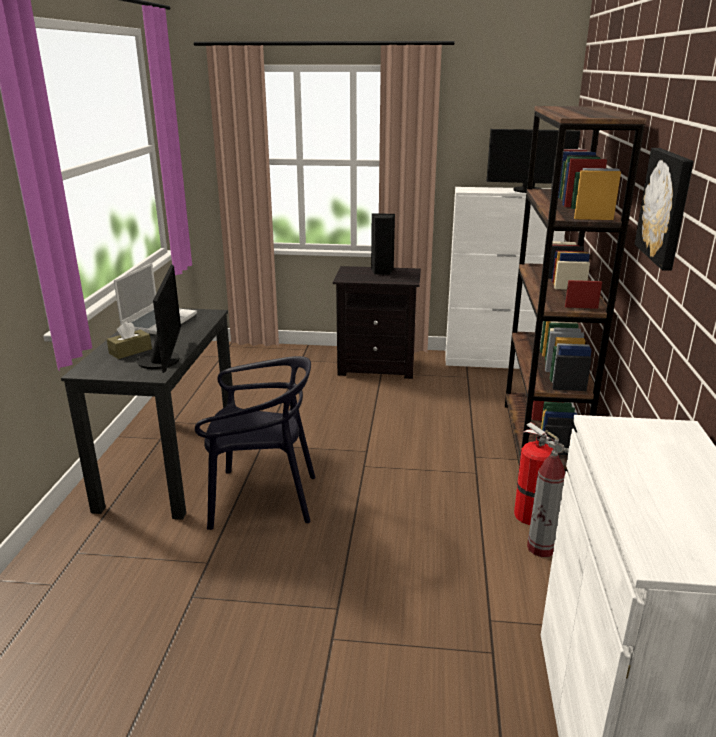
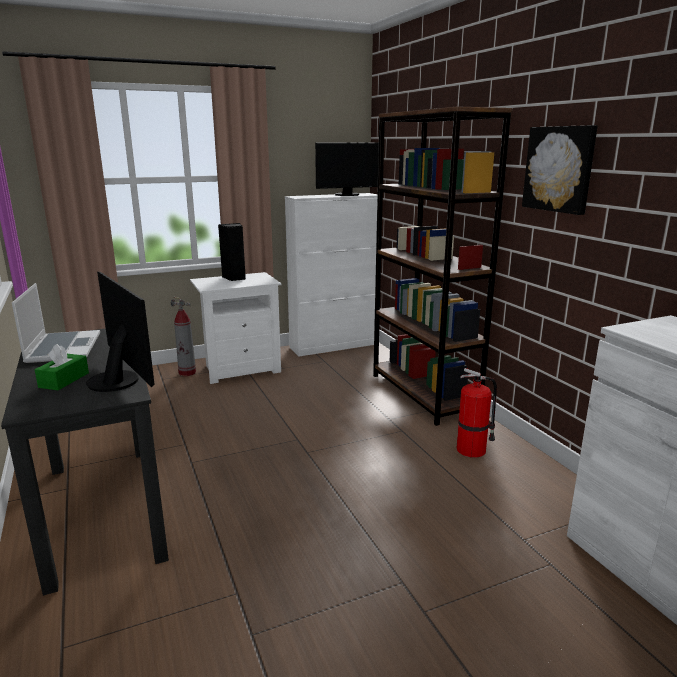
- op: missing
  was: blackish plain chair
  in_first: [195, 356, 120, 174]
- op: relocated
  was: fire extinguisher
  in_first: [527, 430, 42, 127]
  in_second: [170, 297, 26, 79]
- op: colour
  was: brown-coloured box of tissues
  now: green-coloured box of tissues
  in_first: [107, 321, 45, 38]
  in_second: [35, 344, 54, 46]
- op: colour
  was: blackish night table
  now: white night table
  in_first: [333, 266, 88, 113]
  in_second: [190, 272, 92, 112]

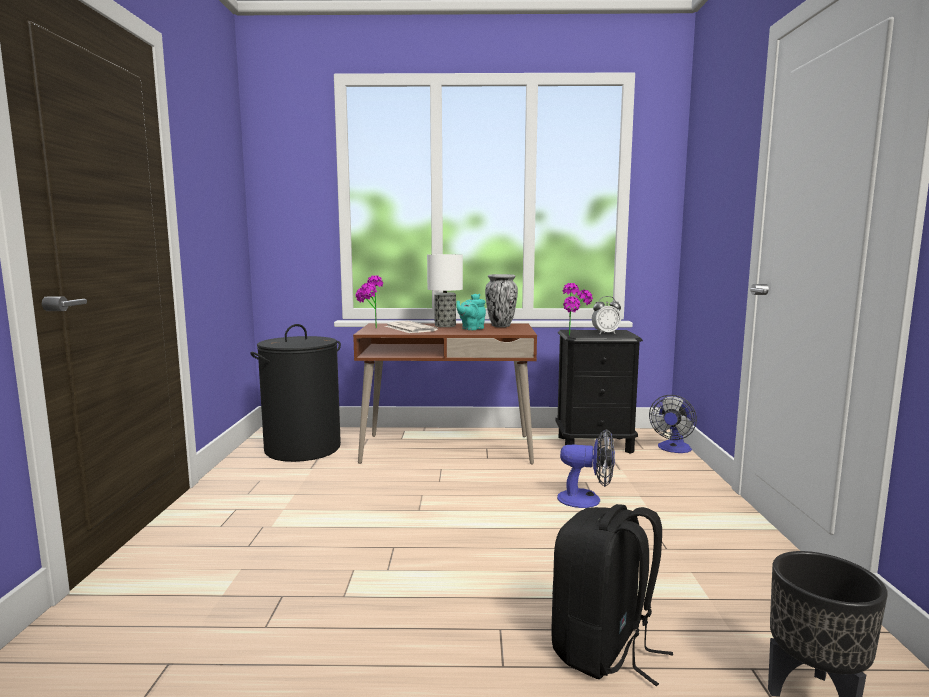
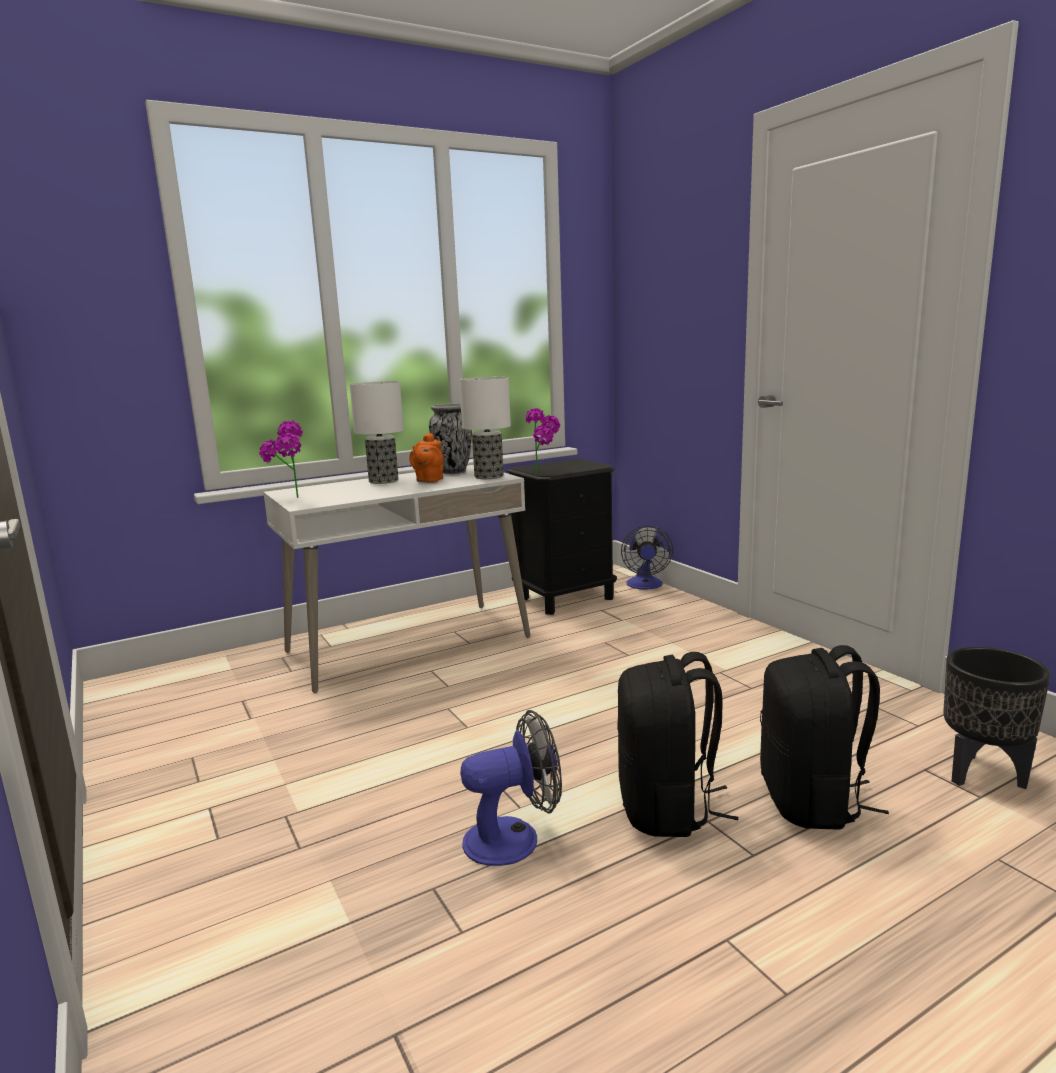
- op: missing
  was: blackish hamper
  in_first: [250, 324, 91, 138]
- op: missing
  was: daily paper
  in_first: [385, 321, 53, 12]
- op: missing
  was: table clock
  in_first: [592, 296, 29, 38]
- op: appeared
  now: tabletop lamp
  in_second: [459, 377, 52, 102]
- op: appeared
  now: blackish knapsack
  in_second: [617, 652, 121, 185]
- op: relocated
  was: electric fan
  in_first: [557, 429, 58, 79]
  in_second: [460, 710, 102, 156]
- op: colour
  was: brown-coloured desk
  now: white desk
  in_first: [353, 323, 184, 142]
  in_second: [263, 465, 267, 228]
- op: colour
  was: turquoise-coloured tea pot
  now: orange tea pot
  in_first: [456, 294, 30, 36]
  in_second: [409, 433, 34, 50]

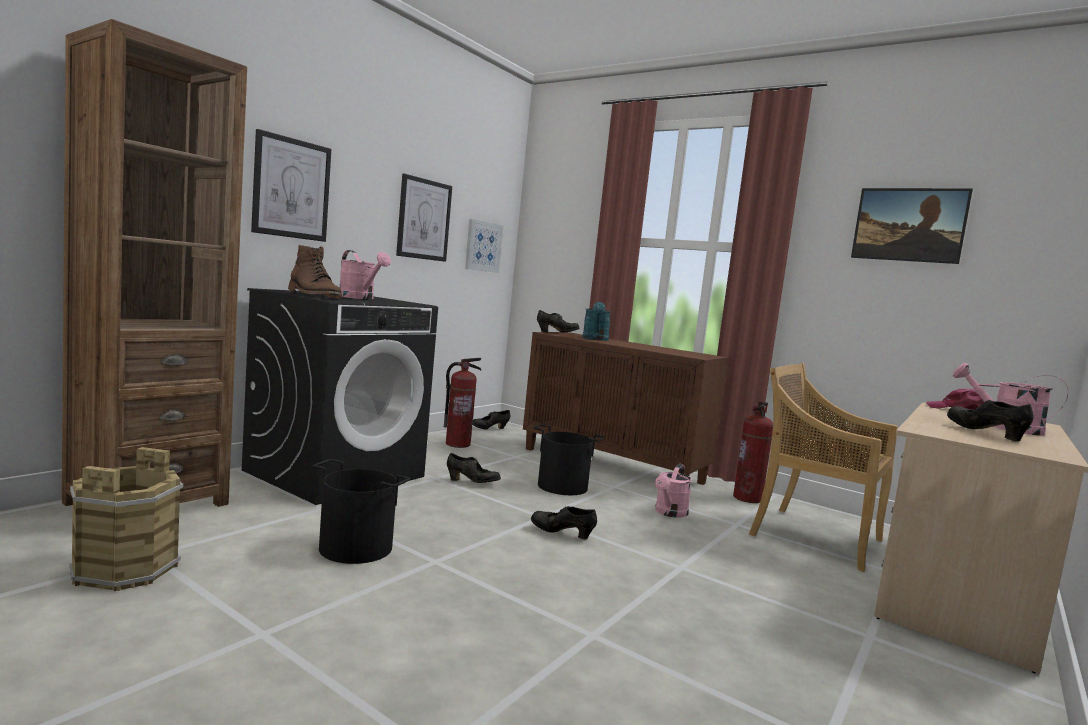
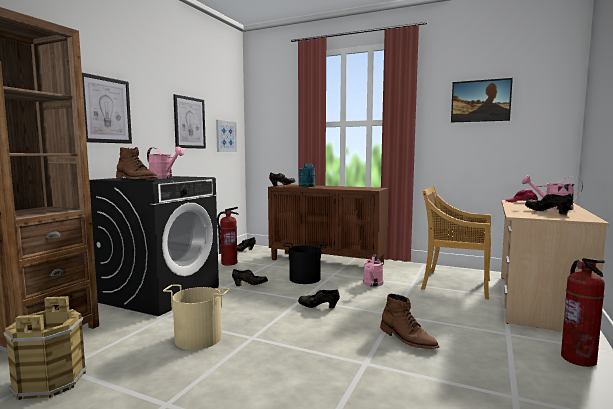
- op: appeared
  now: brown-coloured boot
  in_second: [380, 294, 59, 55]
- op: relocated
  was: fire extinguisher
  in_first: [733, 402, 40, 101]
  in_second: [561, 258, 44, 109]
- op: colour
  was: blackish water bucket
  now: sand-coloured water bucket
  in_first: [313, 459, 97, 105]
  in_second: [163, 284, 67, 66]

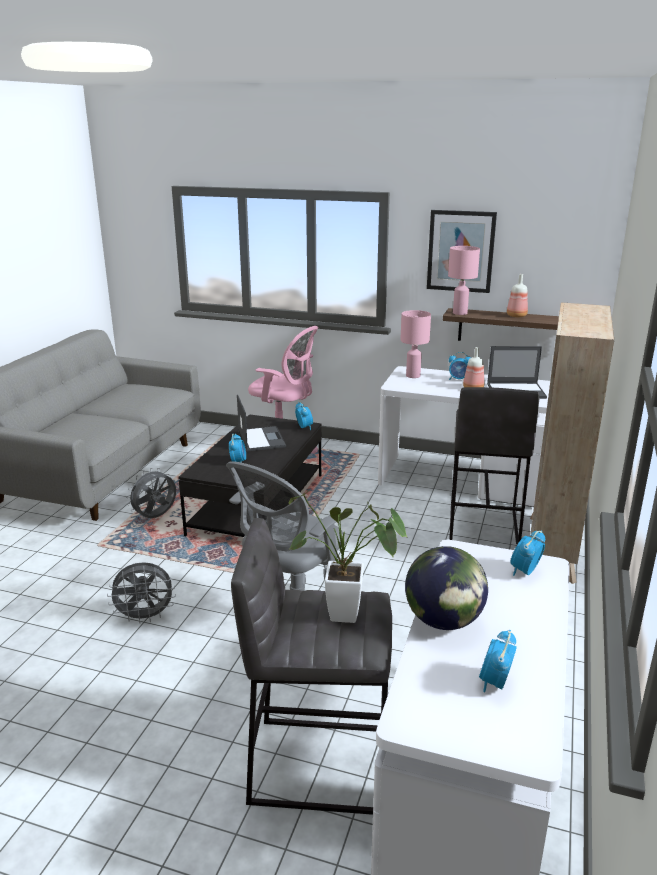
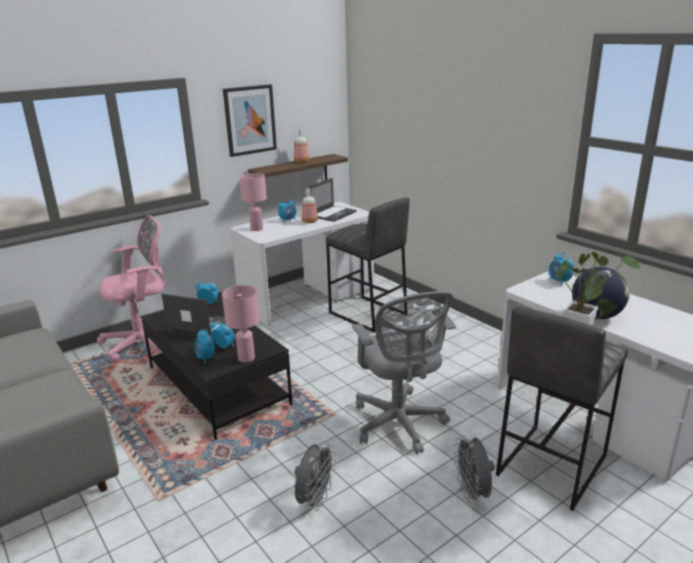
- op: missing
  was: sand-coloured shelving unit
  in_first: [530, 302, 84, 282]
- op: relocated
  was: gray electric fan
  in_first: [126, 468, 50, 50]
  in_second: [454, 436, 41, 67]
- op: relocated
  was: pinkish tabletop lamp
  in_first: [448, 246, 32, 69]
  in_second: [222, 285, 38, 78]
- op: relocated
  was: table clock
  in_first: [479, 629, 38, 63]
  in_second: [195, 329, 20, 35]

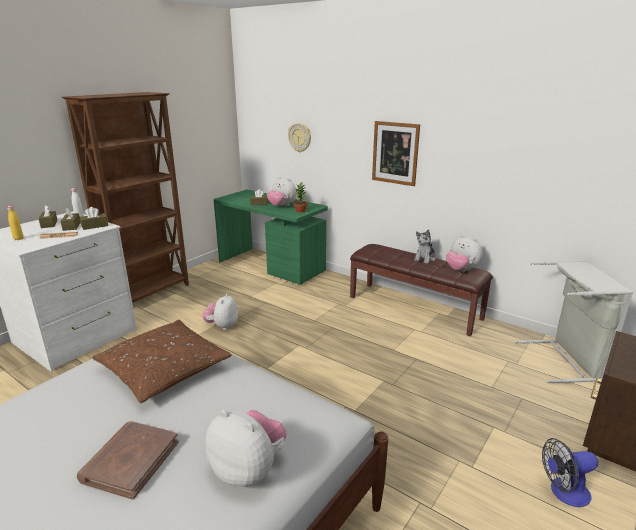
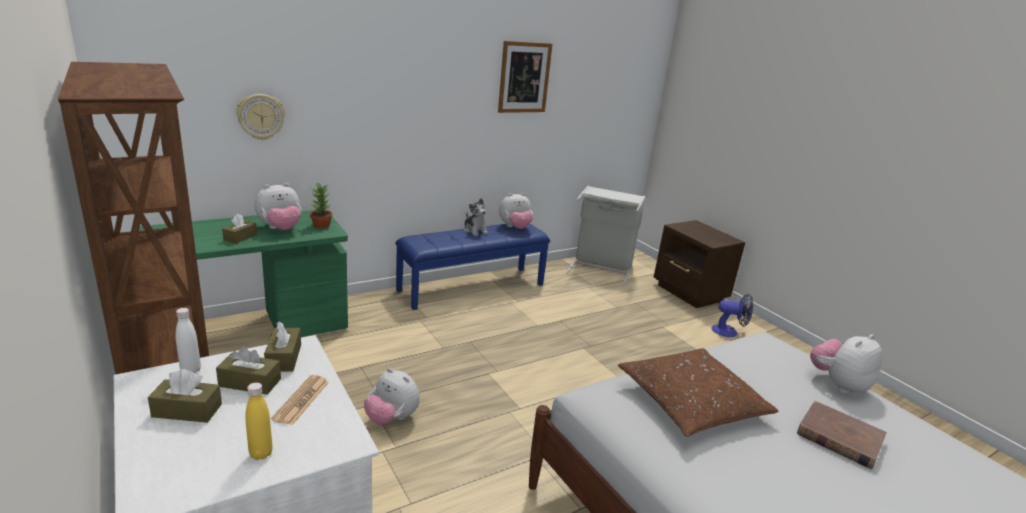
- op: relocated
  was: wall picture
  in_first: [372, 121, 48, 65]
  in_second: [498, 41, 54, 72]
- op: colour
  was: brown-coloured long seat
  now: bluish long seat
  in_first: [350, 244, 143, 92]
  in_second: [396, 224, 154, 86]
- op: spun
  was: electric fan
  in_first: [542, 438, 56, 69]
  in_second: [712, 294, 41, 43]
  clockwise: -90

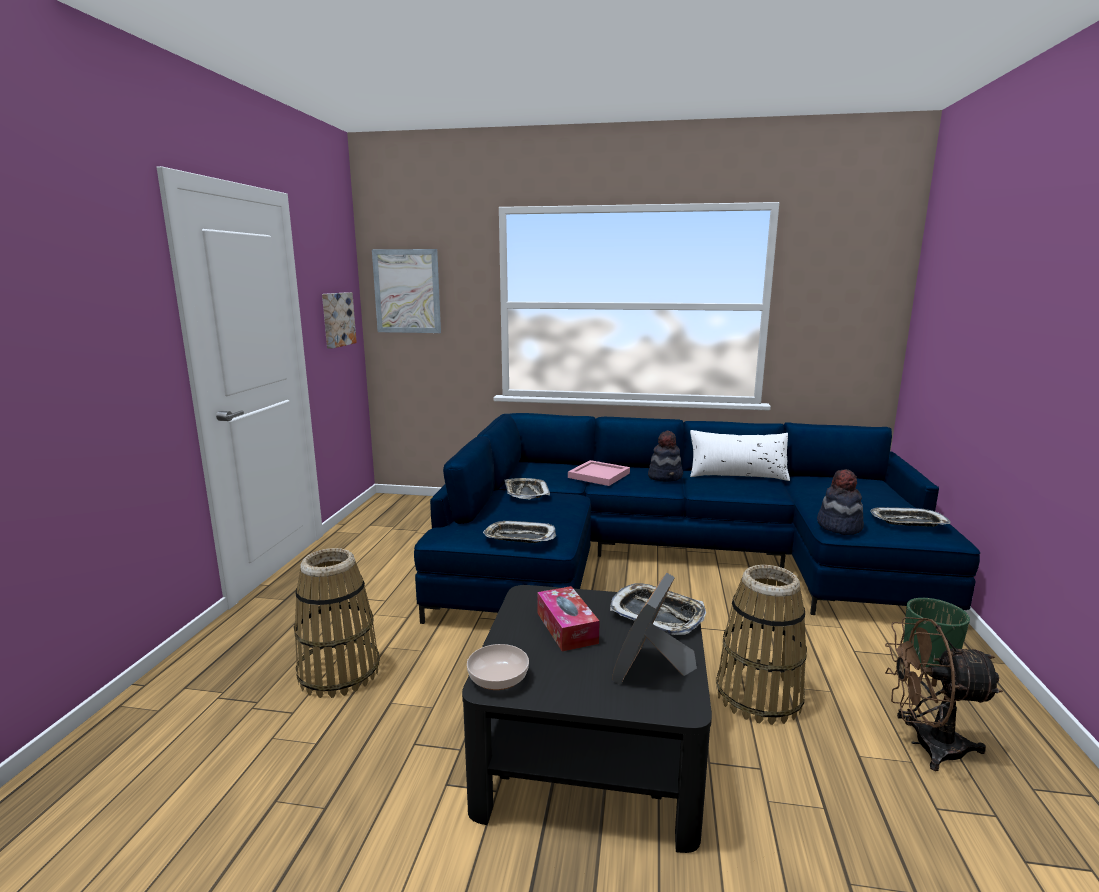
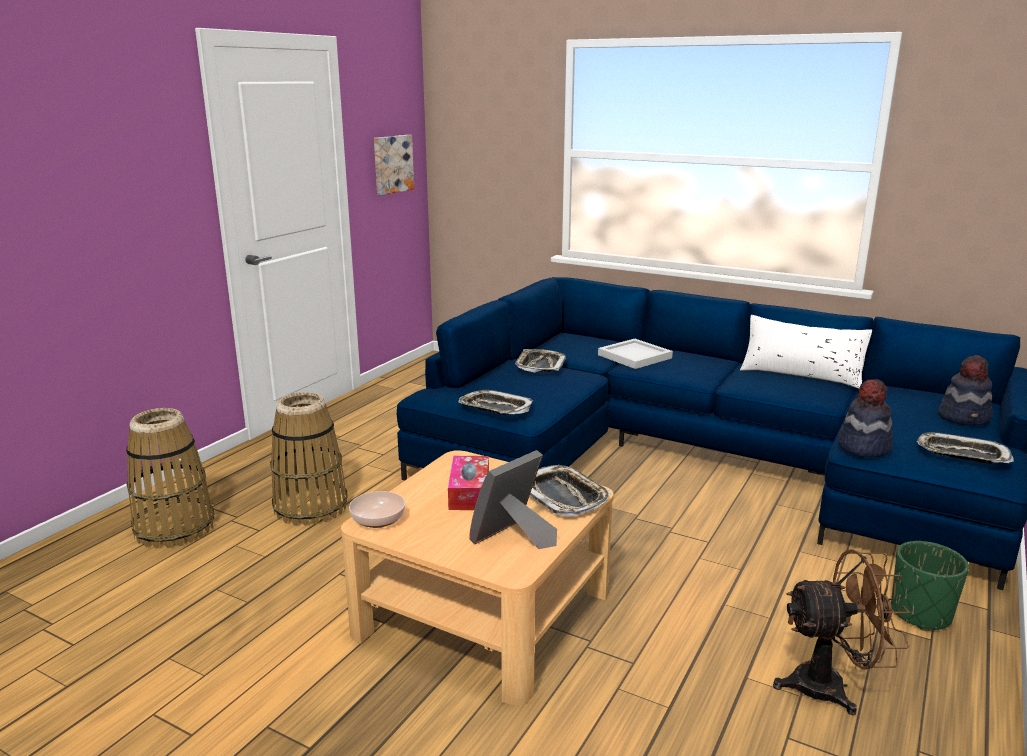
- op: missing
  was: wall picture
  in_first: [372, 249, 69, 84]
- op: relocated
  was: clothing hat
  in_first: [648, 431, 35, 51]
  in_second: [938, 355, 55, 71]
- op: relocated
  was: storage basket
  in_first: [716, 565, 91, 160]
  in_second: [126, 408, 89, 141]
- op: colour
  was: blackish lounge table
  now: sand-coloured lounge table
  in_first: [462, 585, 250, 268]
  in_second: [341, 450, 273, 256]
- op: colour
  was: pinkish serving tray
  now: white serving tray
  in_first: [568, 460, 62, 26]
  in_second: [598, 339, 75, 30]
- op: spun
  was: brown-coloured electric fan
  in_first: [885, 617, 118, 154]
  in_second: [773, 549, 138, 166]
  clockwise: 150

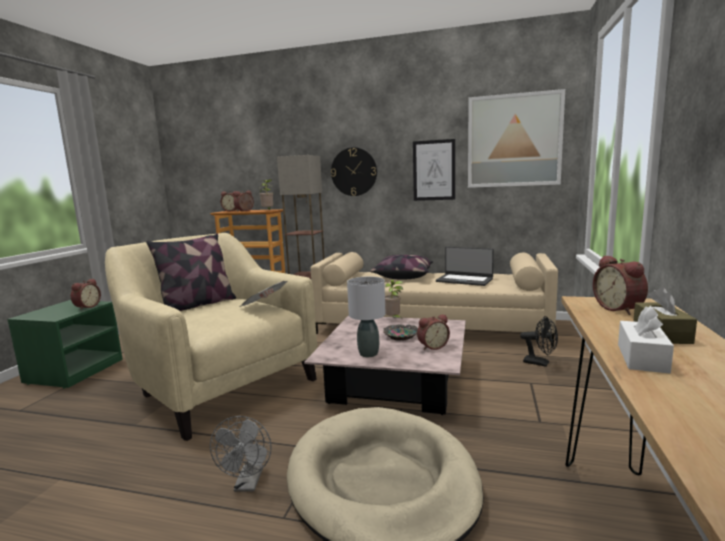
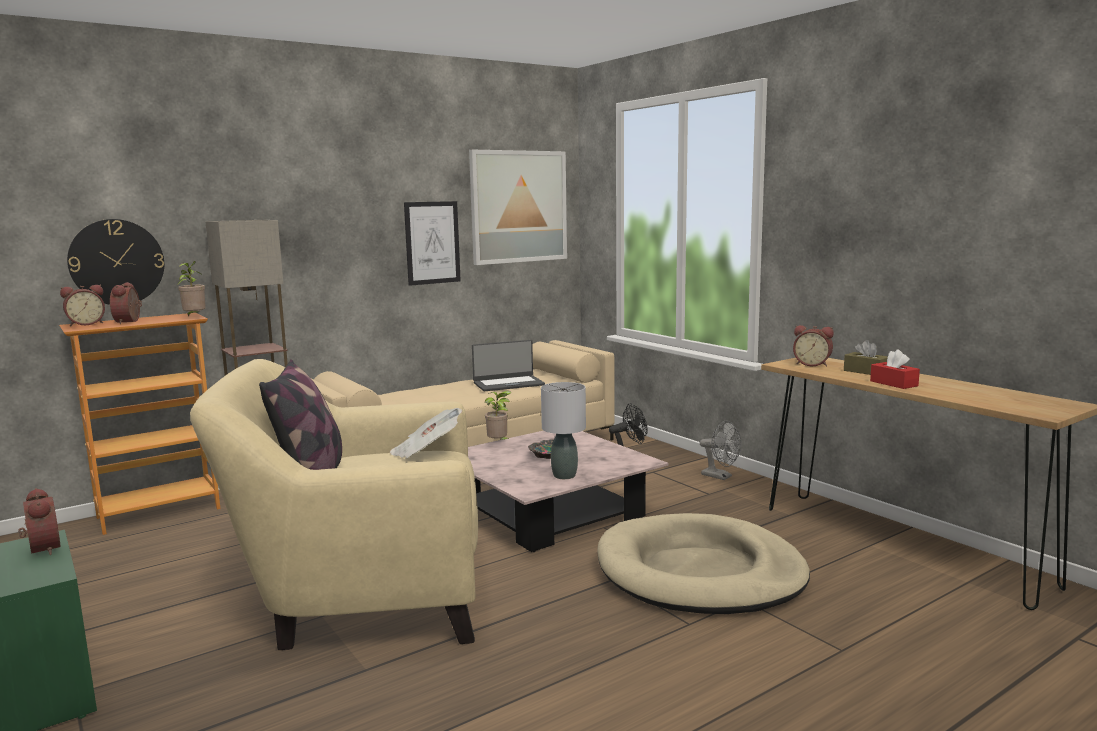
- op: missing
  was: pillow
  in_first: [370, 255, 63, 25]
- op: missing
  was: table clock
  in_first: [417, 314, 33, 36]
- op: relocated
  was: gray electric fan
  in_first: [210, 416, 62, 76]
  in_second: [700, 421, 42, 59]
- op: relocated
  was: clock on the wall
  in_first: [331, 147, 46, 49]
  in_second: [67, 219, 97, 86]
- op: colour
  was: white box of tissues
  now: red-coloured box of tissues
  in_first: [618, 306, 56, 68]
  in_second: [870, 349, 50, 40]

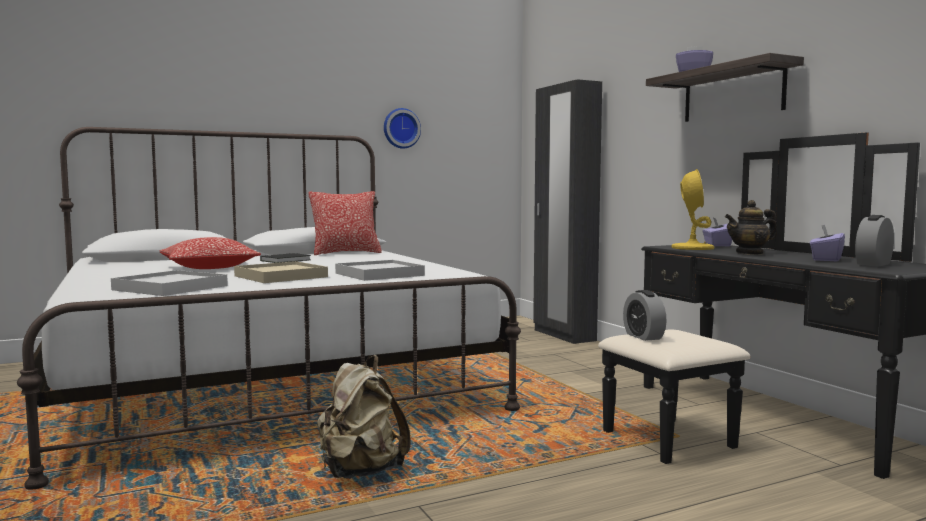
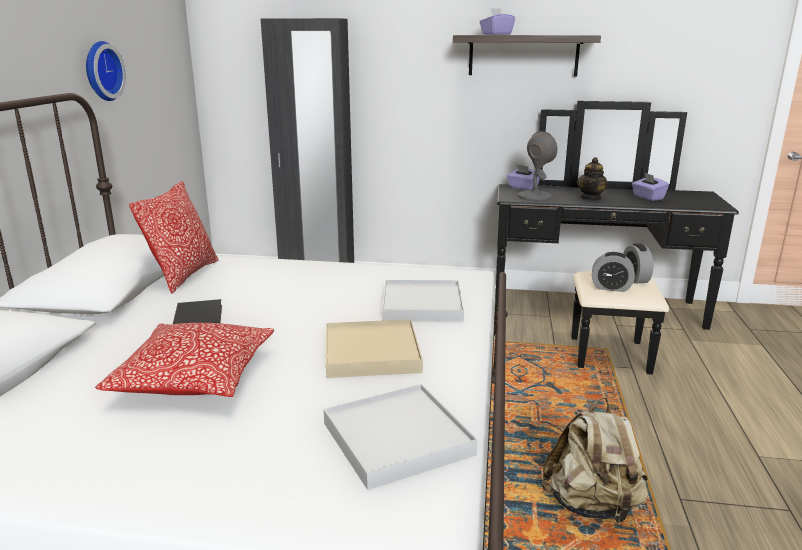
- op: relocated
  was: table clock
  in_first: [855, 215, 39, 52]
  in_second: [623, 243, 30, 41]
- op: colour
  was: yellow-coloured tabletop lamp
  now: gray tabletop lamp
  in_first: [672, 169, 42, 81]
  in_second: [518, 131, 39, 70]

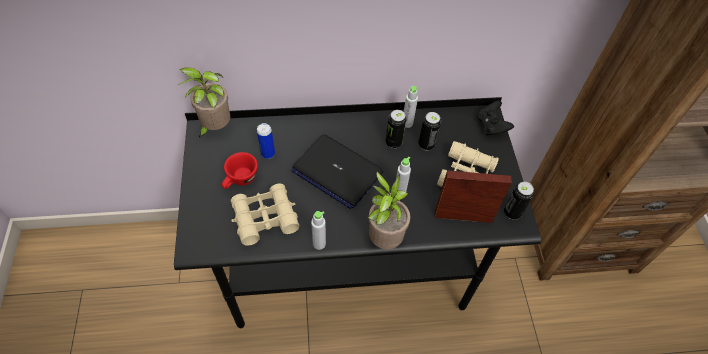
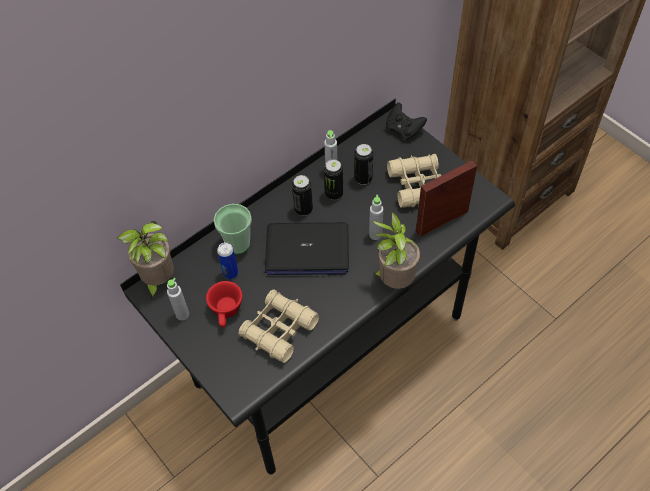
- op: appeared
  now: small cup
  in_second: [214, 204, 38, 51]
- op: relocated
  was: gray drink bottle
  in_first: [311, 211, 15, 39]
  in_second: [167, 278, 22, 42]
- op: relocated
  was: metal can
  in_first: [504, 182, 30, 37]
  in_second: [292, 175, 21, 41]

